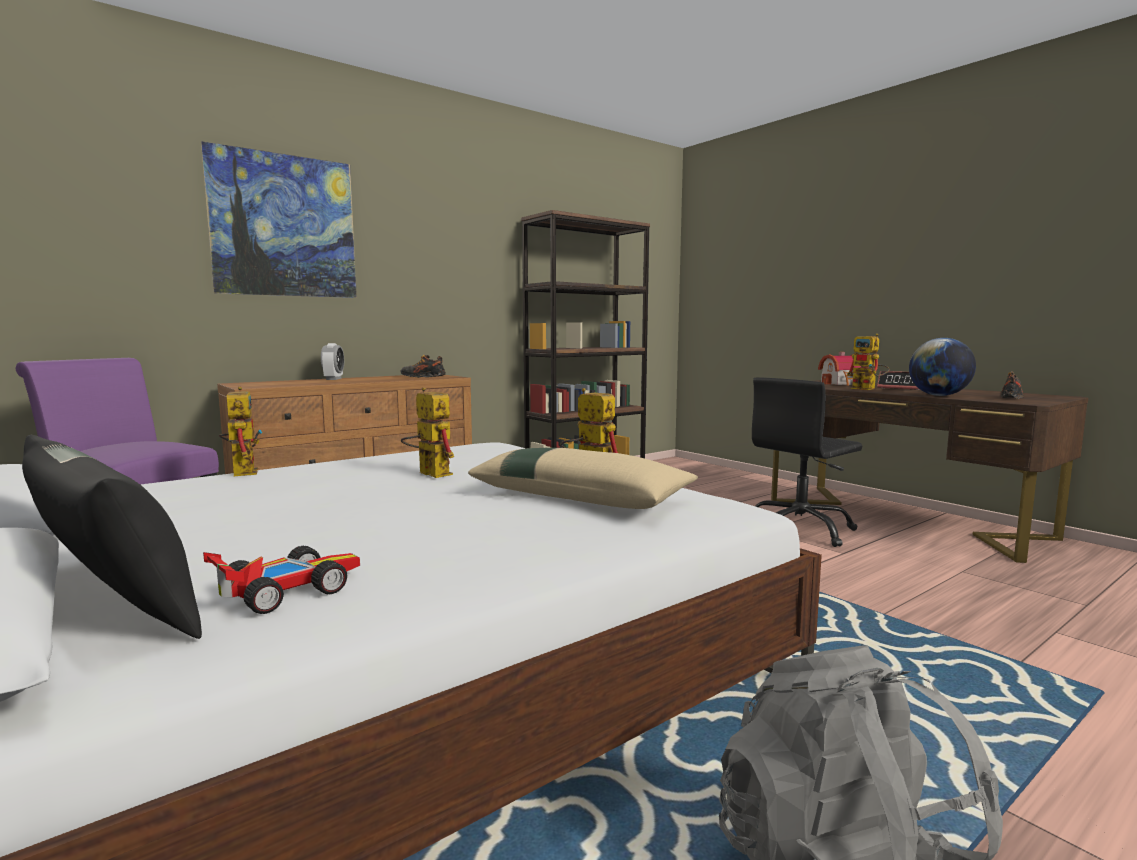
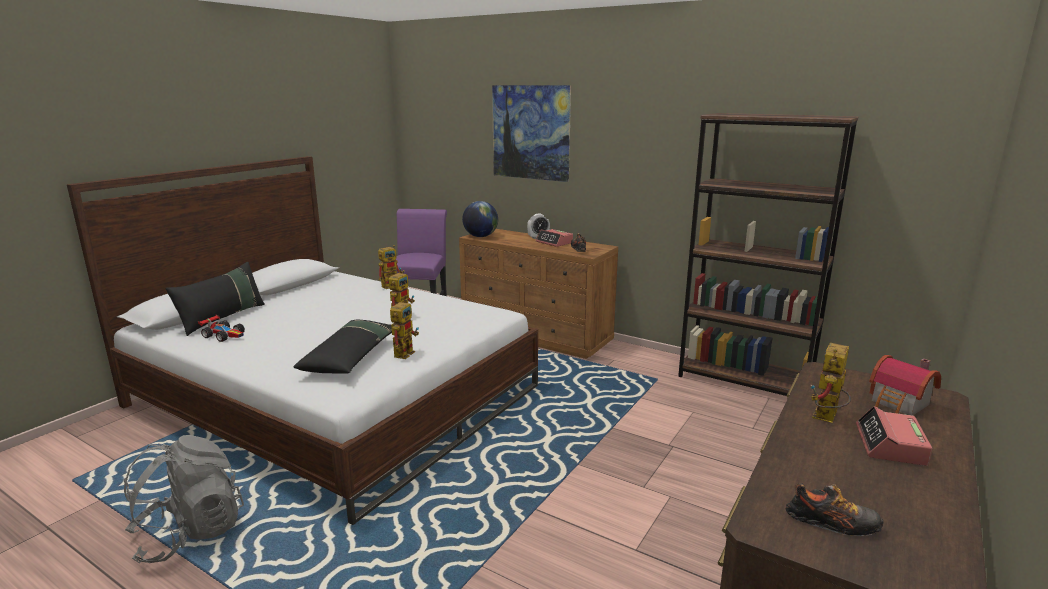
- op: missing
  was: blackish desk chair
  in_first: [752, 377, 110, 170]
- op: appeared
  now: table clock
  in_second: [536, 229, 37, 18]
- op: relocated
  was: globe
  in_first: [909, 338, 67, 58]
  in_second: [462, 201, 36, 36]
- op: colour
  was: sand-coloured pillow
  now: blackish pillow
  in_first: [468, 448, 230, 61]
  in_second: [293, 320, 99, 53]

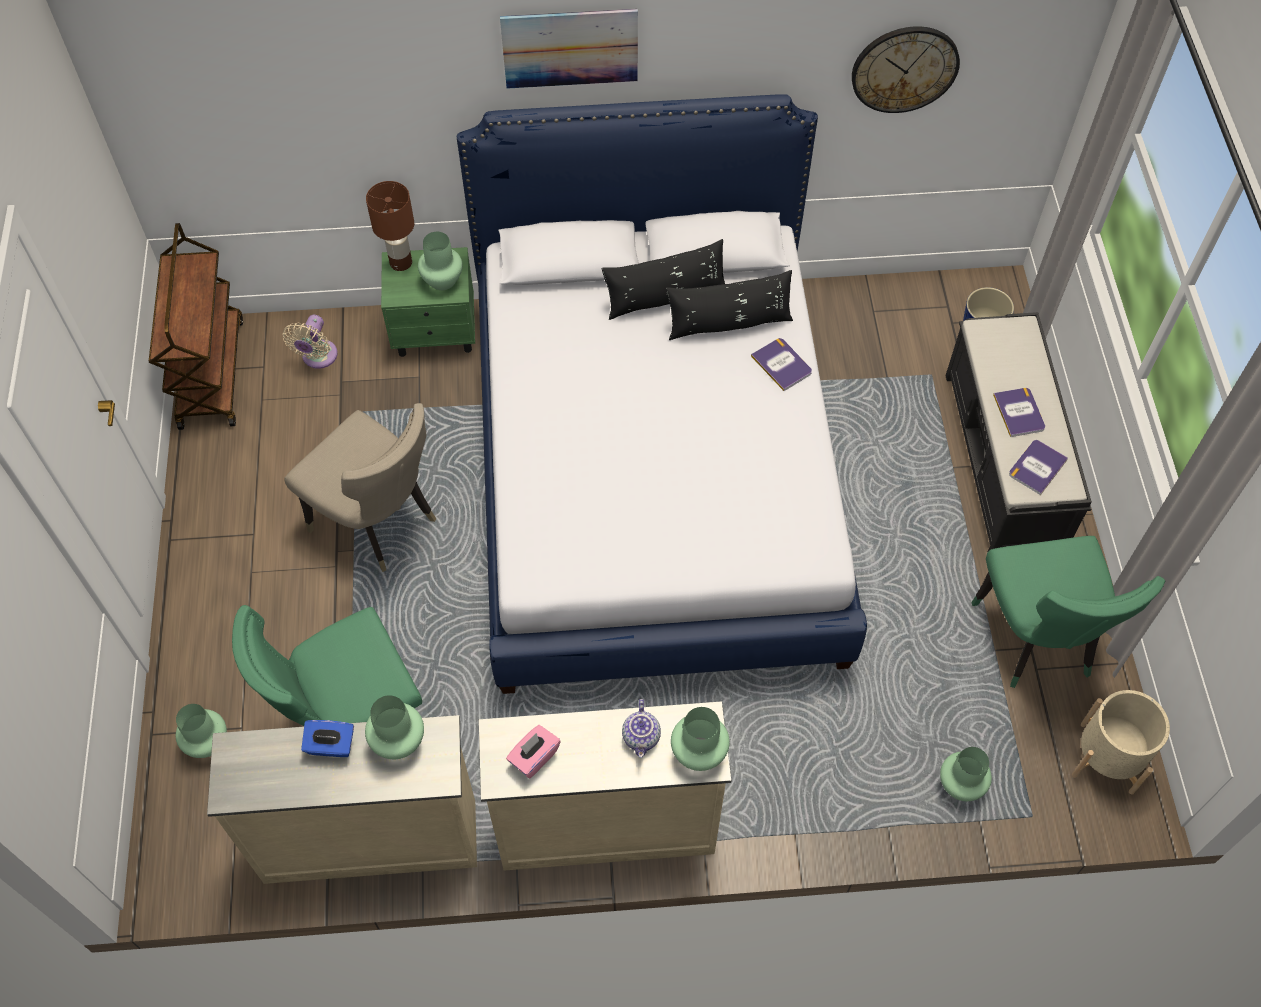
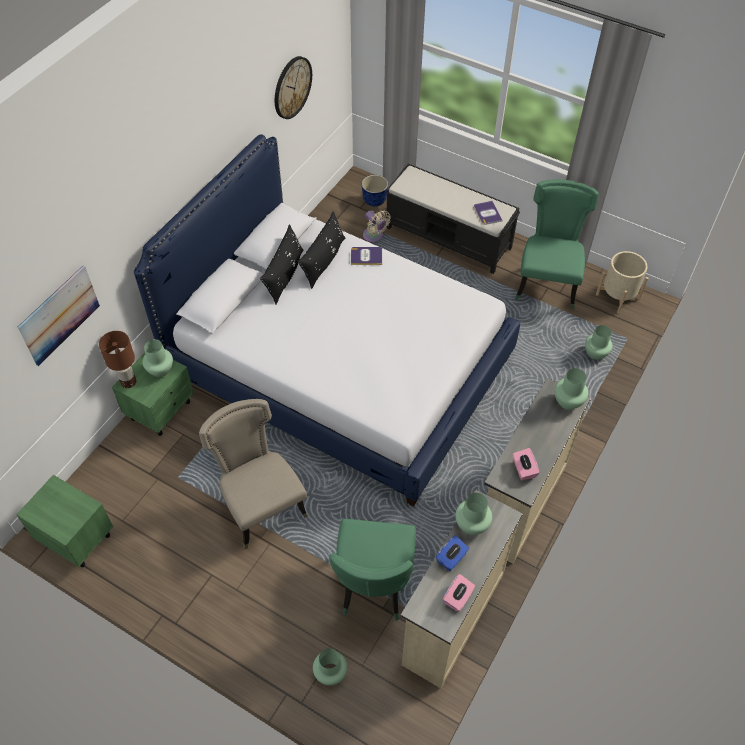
- op: missing
  was: tea pot
  in_first: [622, 699, 39, 59]
- op: missing
  was: bound book
  in_first: [993, 388, 52, 49]
- op: appeared
  now: pinkish box of tissues
  in_second: [443, 574, 32, 38]
- op: relocated
  was: sand-coloured electric fan
  in_first: [282, 315, 56, 54]
  in_second: [363, 210, 28, 32]
- op: relocated
  was: wall picture
  in_first: [500, 9, 138, 80]
  in_second: [18, 266, 82, 100]
- op: exchanged
  was: brown-coloured wheeled cart
  now: green-coloured night table
  in_first: [149, 223, 94, 207]
  in_second: [16, 475, 97, 92]
- op: spun
  was: sand-coloured plain chair
  in_first: [284, 403, 152, 169]
  in_second: [199, 399, 108, 150]
  clockwise: -105
- op: spun
  was: green-coloured plain chair
  in_first: [971, 536, 194, 152]
  in_second: [515, 179, 84, 131]
  clockwise: -105

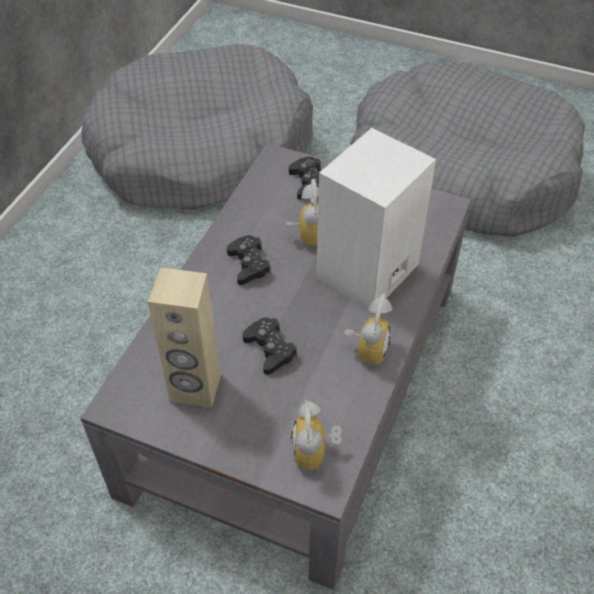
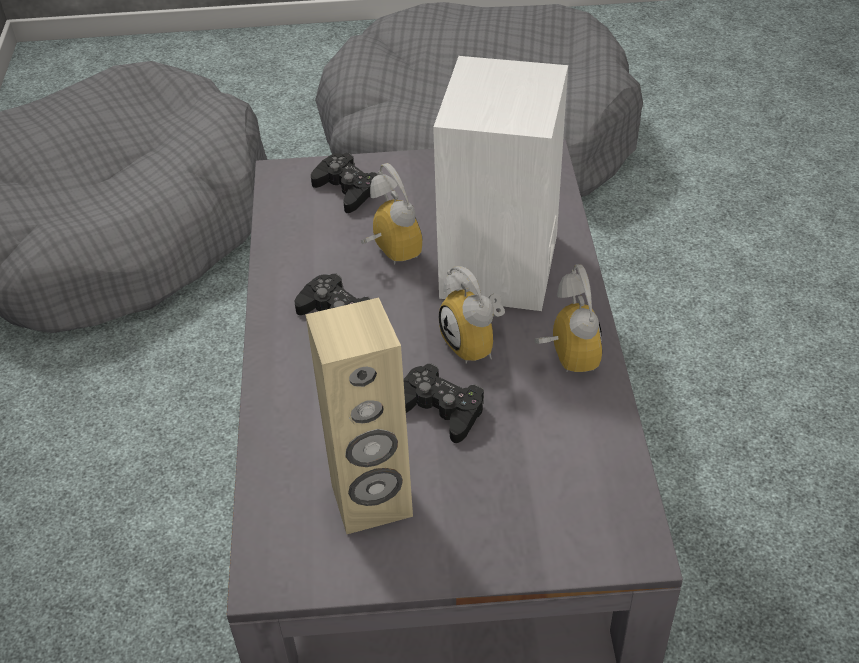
- op: relocated
  was: table clock
  in_first: [291, 400, 51, 71]
  in_second: [439, 266, 66, 98]

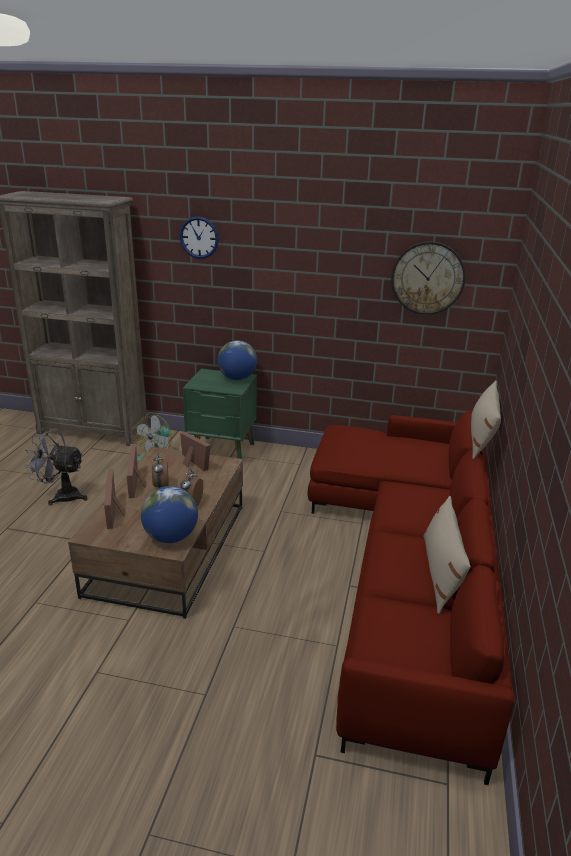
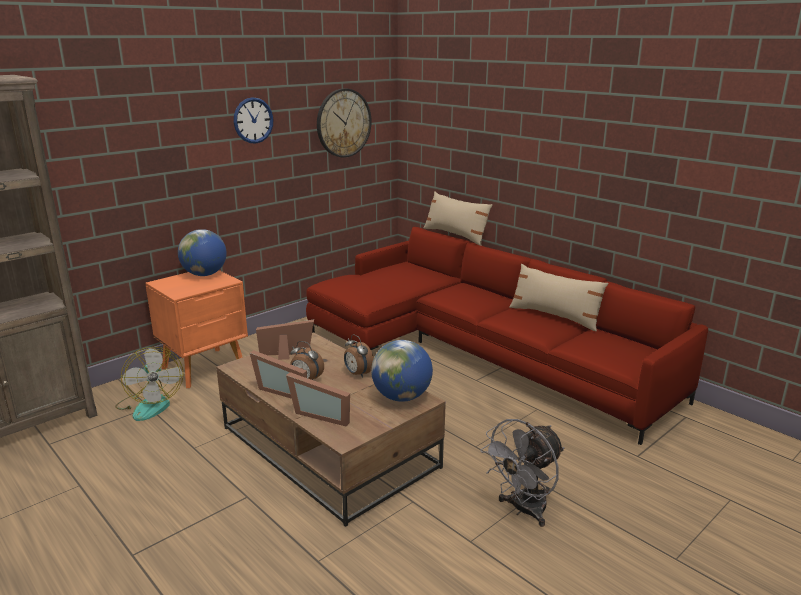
- op: relocated
  was: gray electric fan
  in_first: [24, 429, 64, 77]
  in_second: [480, 419, 84, 108]
- op: relocated
  was: clock on the wall
  in_first: [179, 216, 40, 43]
  in_second: [234, 97, 40, 46]
- op: colour
  was: green-coloured night table
  now: orange night table
  in_first: [183, 369, 74, 90]
  in_second: [145, 270, 103, 118]

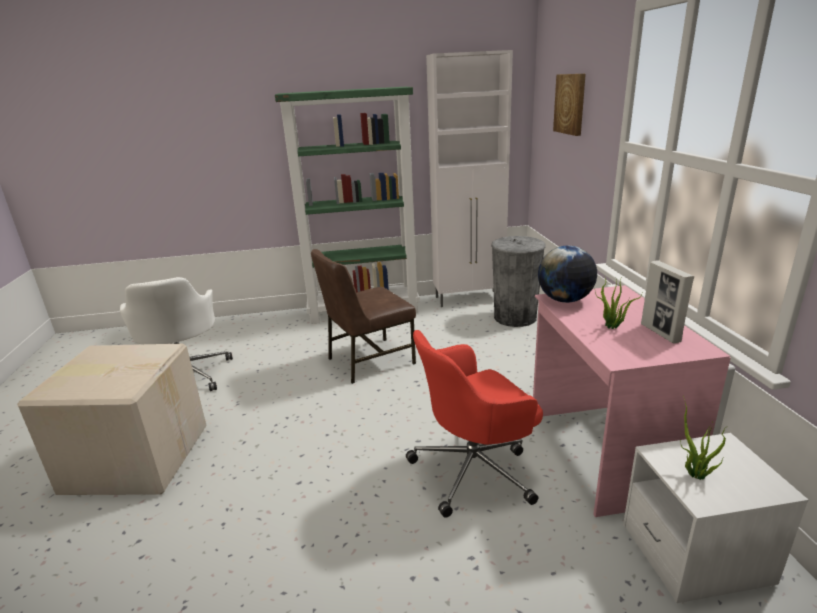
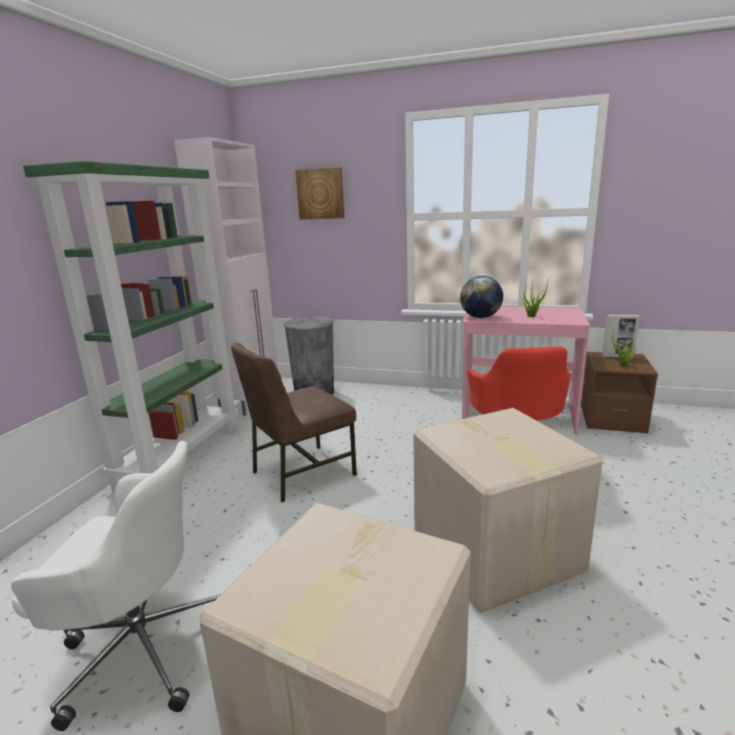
- op: appeared
  now: cardboard box
  in_second: [413, 408, 190, 205]
- op: relocated
  was: standing frame
  in_first: [641, 260, 53, 83]
  in_second: [602, 315, 38, 42]
- op: colour
  was: white night table
  now: brown-coloured night table
  in_first: [623, 433, 185, 171]
  in_second: [581, 352, 77, 82]
- op: spun
  was: brown-coloured plain chair
  in_first: [311, 249, 105, 135]
  in_second: [231, 343, 126, 159]
  clockwise: 60

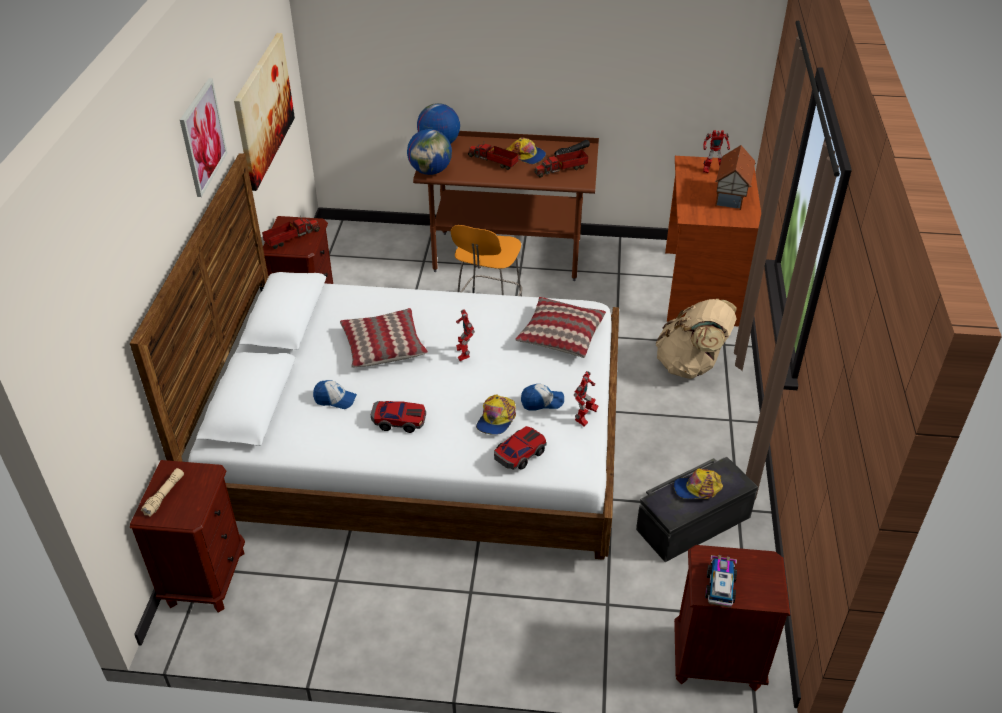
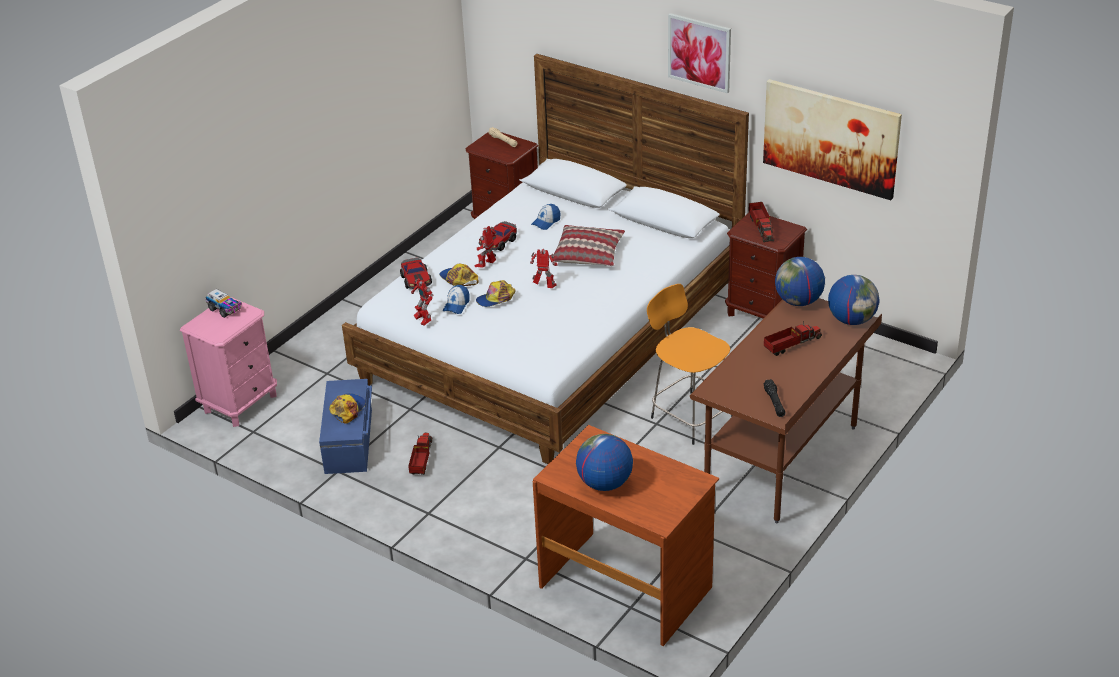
- op: missing
  was: pillow
  in_first: [515, 297, 91, 61]
- op: missing
  was: sand-coloured knapsack
  in_first: [656, 299, 81, 80]
- op: relocated
  was: baseball cap
  in_first: [506, 138, 40, 26]
  in_second: [476, 280, 39, 27]
- op: relocated
  was: model truck
  in_first: [534, 150, 54, 28]
  in_second: [408, 433, 24, 42]
- op: relocated
  was: toy robot
  in_first: [703, 130, 27, 43]
  in_second: [475, 226, 22, 42]
- op: exchanged
  was: miniature house
  now: globe
  in_first: [715, 145, 41, 65]
  in_second: [576, 434, 57, 57]
- op: colour
  was: blackish storage container
  now: bluish storage container
  in_first: [636, 456, 122, 106]
  in_second: [319, 379, 53, 95]
- op: colour
  was: brown-coloured night table
  now: pinkish night table
  in_first: [674, 545, 116, 146]
  in_second: [180, 297, 97, 130]

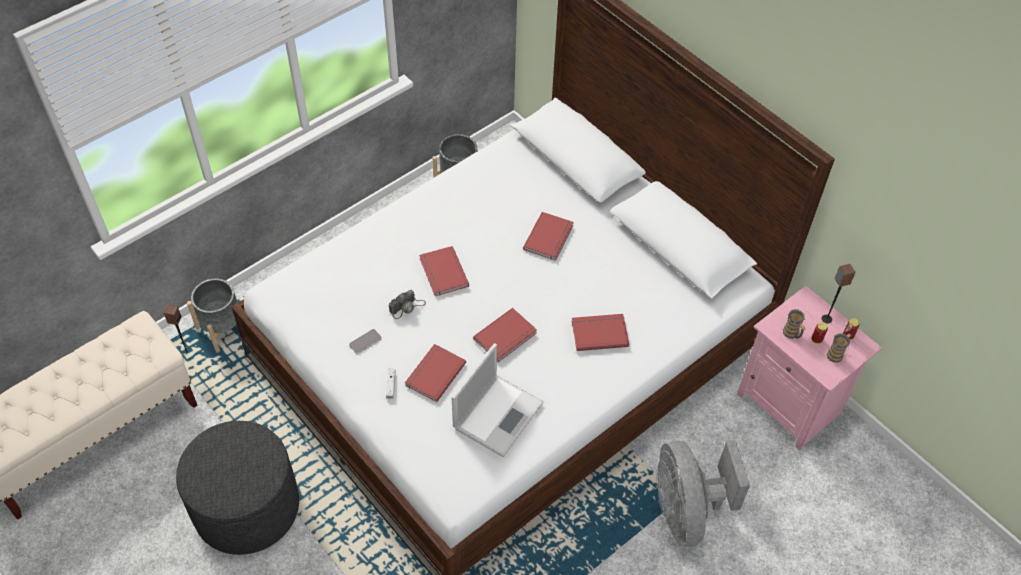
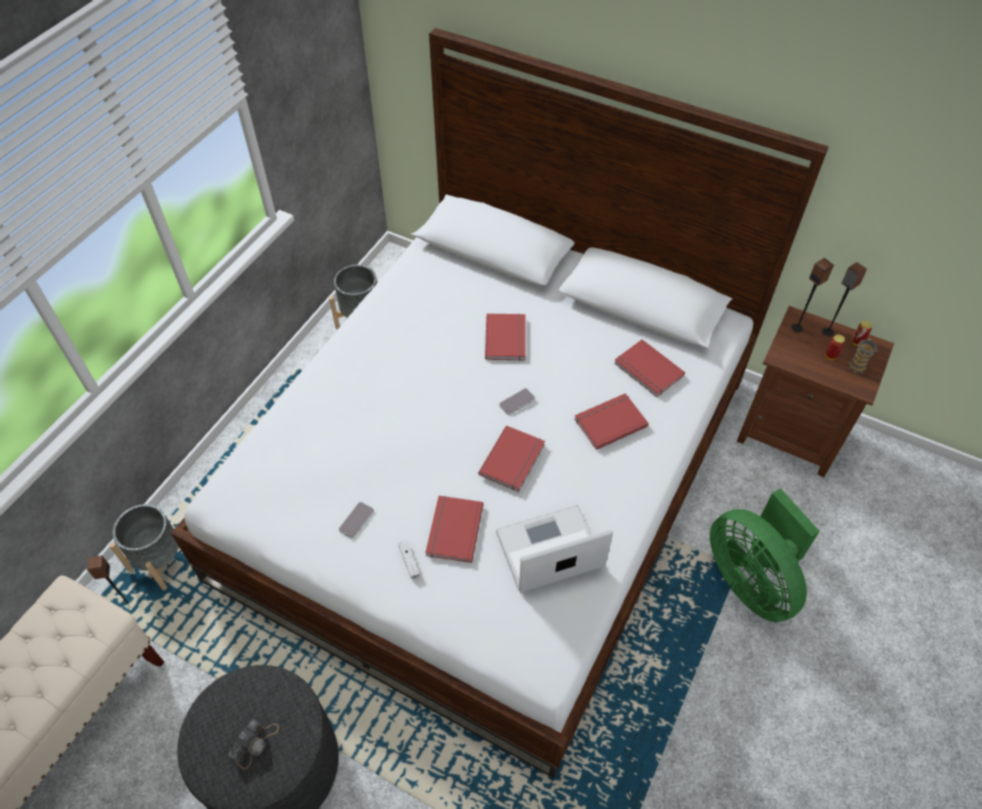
- op: missing
  was: mug
  in_first: [782, 309, 24, 30]
- op: appeared
  now: telephone
  in_second: [499, 388, 36, 27]
- op: appeared
  now: loudspeaker
  in_second: [791, 258, 43, 75]
- op: relocated
  was: photo camera
  in_first: [389, 290, 37, 29]
  in_second: [229, 719, 50, 50]
- op: relocated
  was: red-coloured bound book
  in_first: [419, 246, 50, 50]
  in_second: [614, 340, 71, 57]
- op: colour
  was: gray electric fan
  now: green-coloured electric fan
  in_first: [656, 440, 94, 107]
  in_second: [710, 488, 110, 134]
- op: colour
  was: pinkish night table
  now: brown-coloured night table
  in_first: [737, 286, 145, 165]
  in_second: [737, 306, 157, 171]
- op: spun
  was: notebook computer
  in_first: [452, 343, 92, 114]
  in_second: [496, 505, 117, 88]
  clockwise: -120

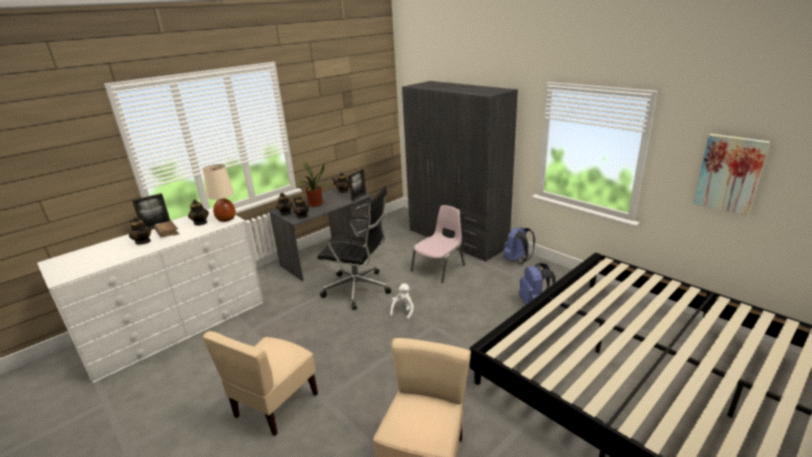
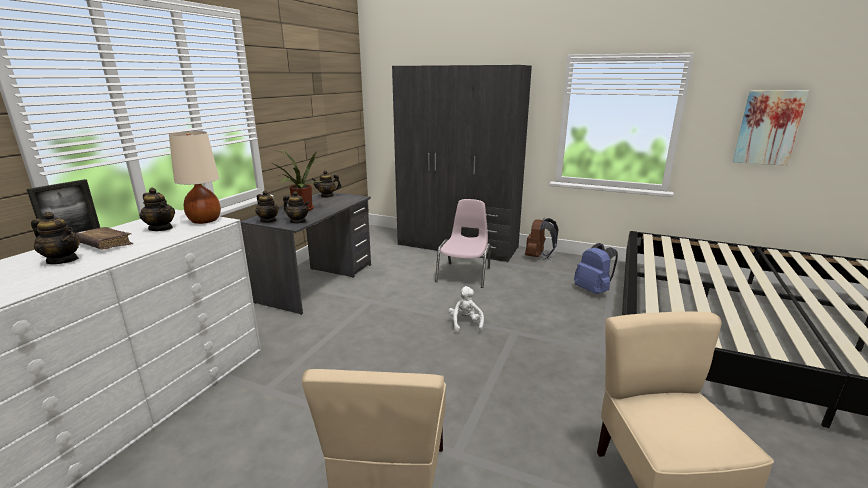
- op: missing
  was: blackish desk chair
  in_first: [317, 186, 74, 124]
- op: missing
  was: standing frame
  in_first: [349, 169, 17, 33]
- op: colour
  was: bluish knapsack
  now: brown-coloured knapsack
  in_first: [503, 227, 32, 37]
  in_second: [525, 218, 34, 42]

